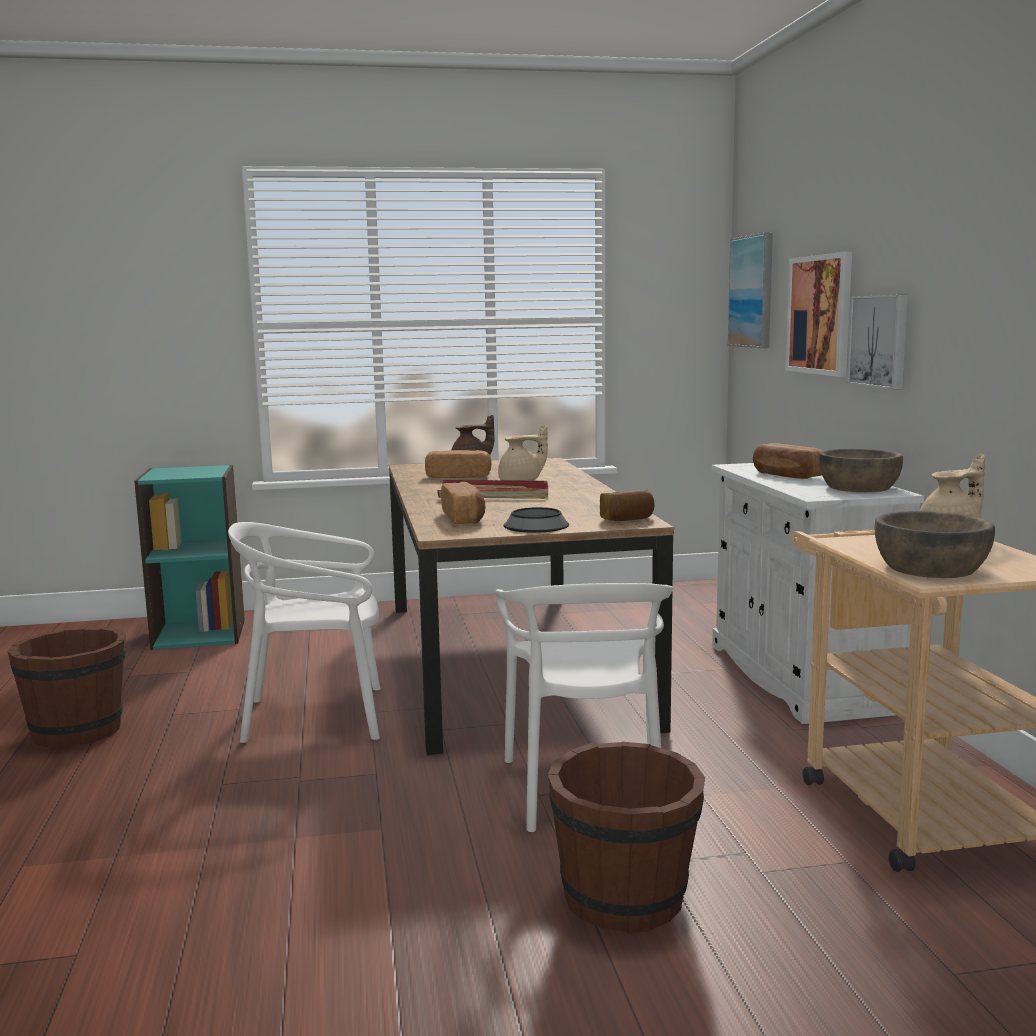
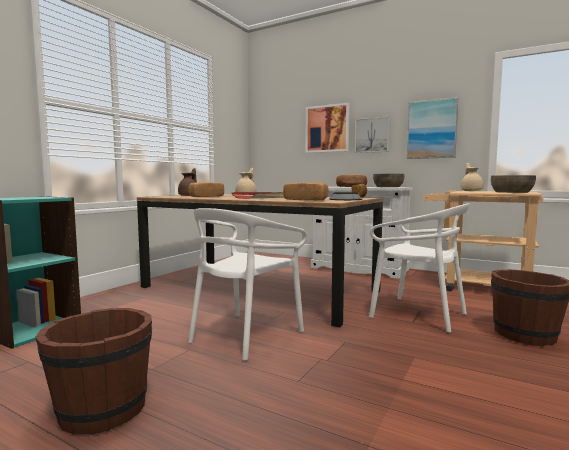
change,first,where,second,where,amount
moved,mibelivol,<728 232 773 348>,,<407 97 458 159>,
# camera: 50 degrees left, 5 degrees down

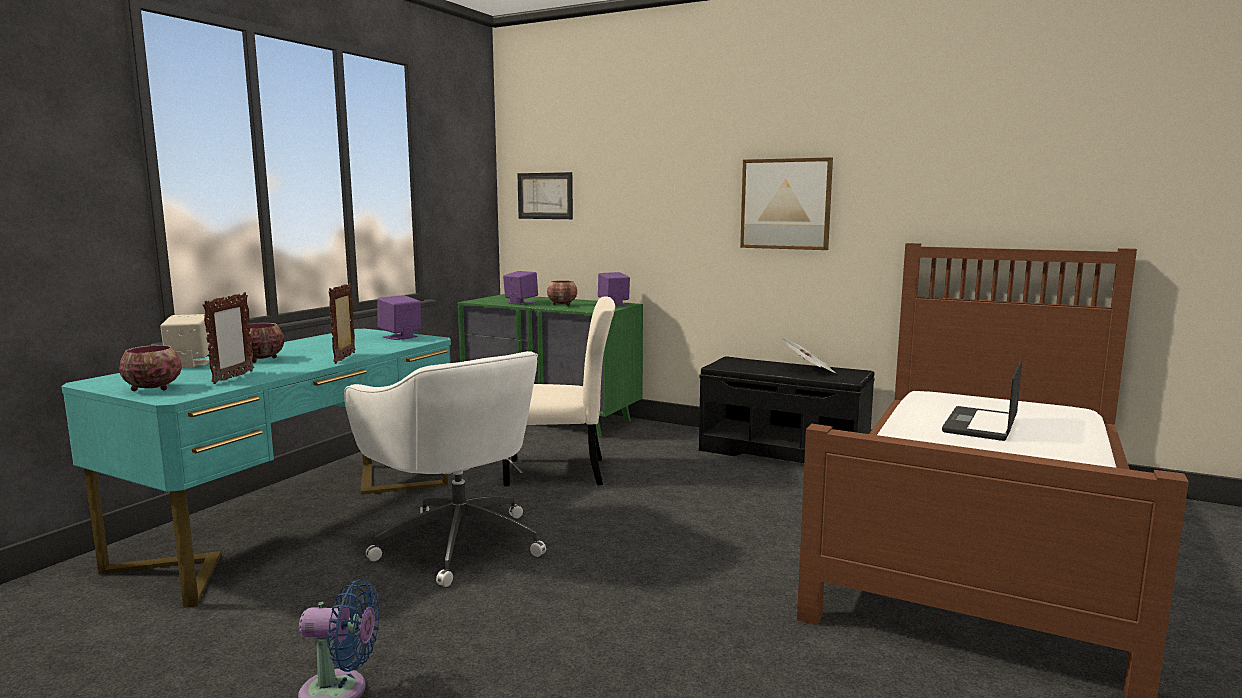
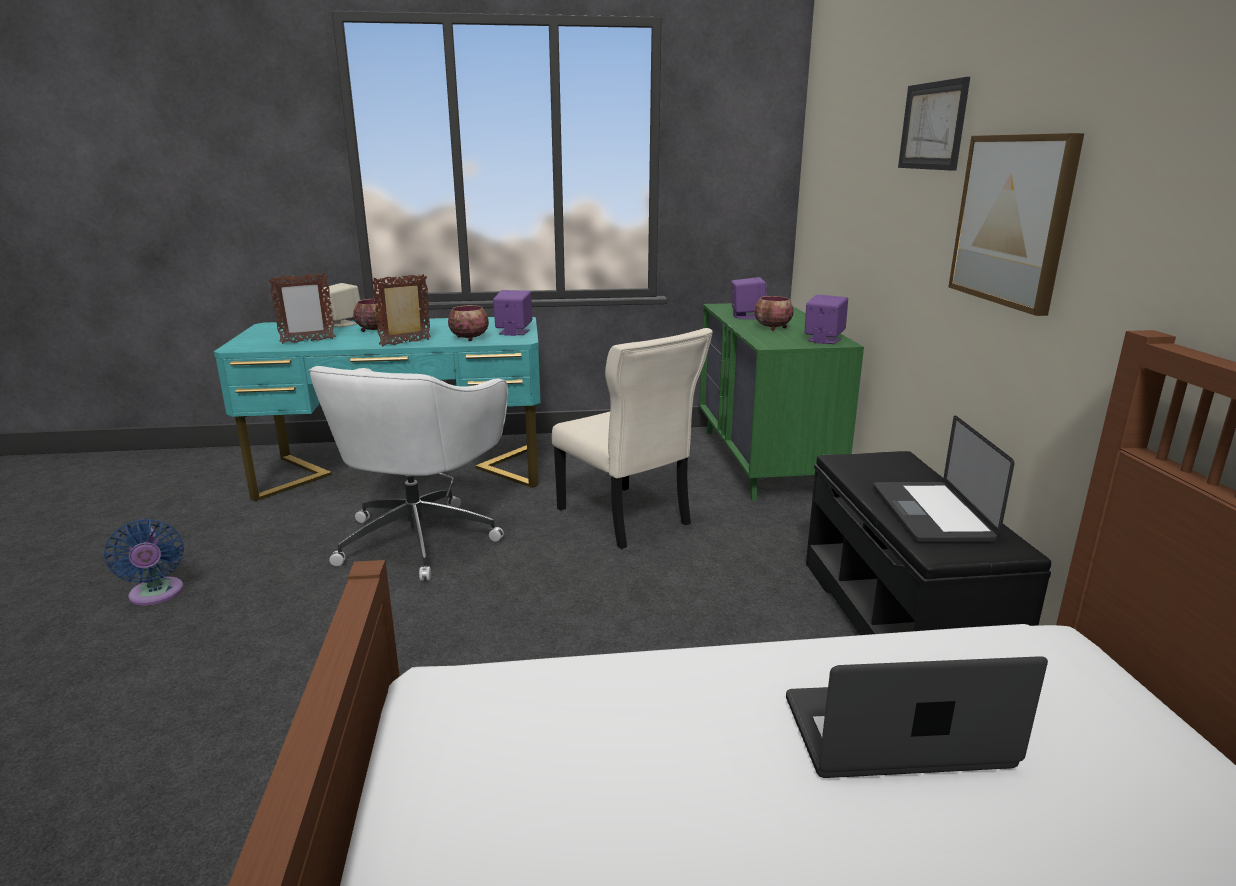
change,first,where,second,where,amount
moved,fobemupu,<119 345 182 391>,,<448 305 489 341>,
moved,mibelivol,<517 172 573 219>,,<898 77 970 171>,
replaced,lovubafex,<780 338 836 373>,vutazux,<873 415 1015 543>,
# camera: 55 degrees right, 10 degrees up

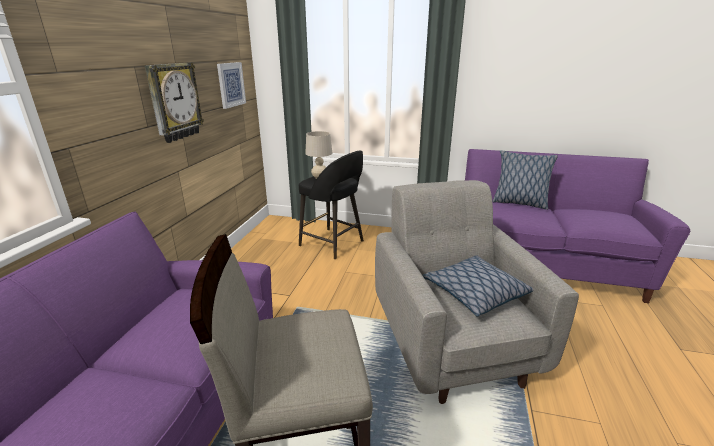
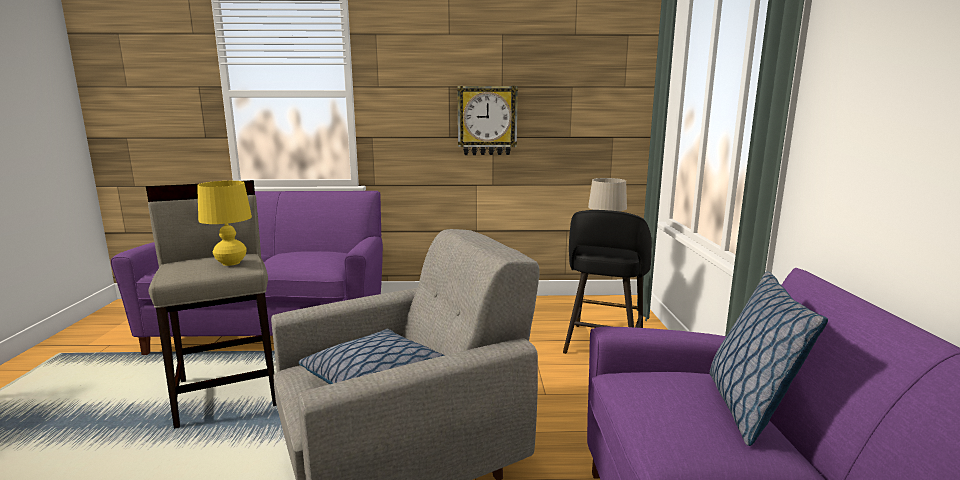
change,first,where,second,where,amount
removed,mibelivol,<217 62 246 109>,,,
added,,,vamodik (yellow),<197 181 252 266>,
# camera: 75 degrees right, 10 degrees down

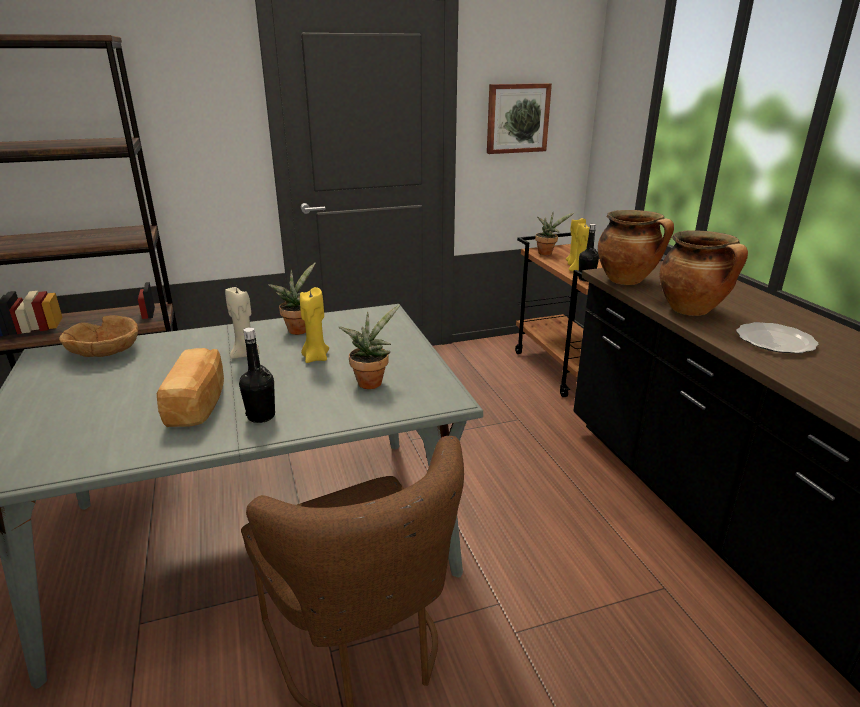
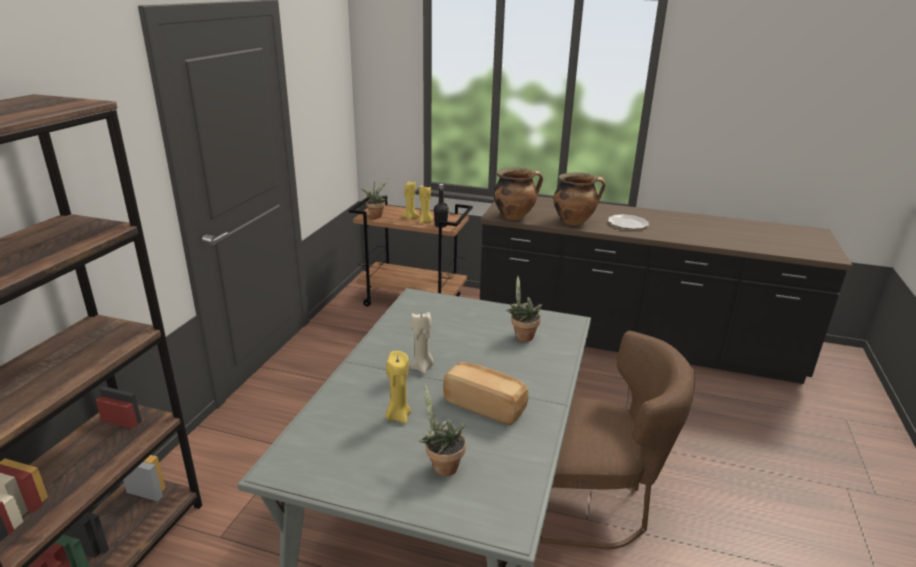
change,first,where,second,where,amount
removed,fobemupu (brown),<59 315 138 357>,,,
removed,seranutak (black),<239 327 275 423>,,,
moved,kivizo,<268 262 316 335>,,<419 384 466 476>,
moved,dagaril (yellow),<300 287 329 363>,,<385 351 411 423>,
removed,mibelivol,<487 83 552 154>,,,
# camera: 55 degrees left, 0 degrees up

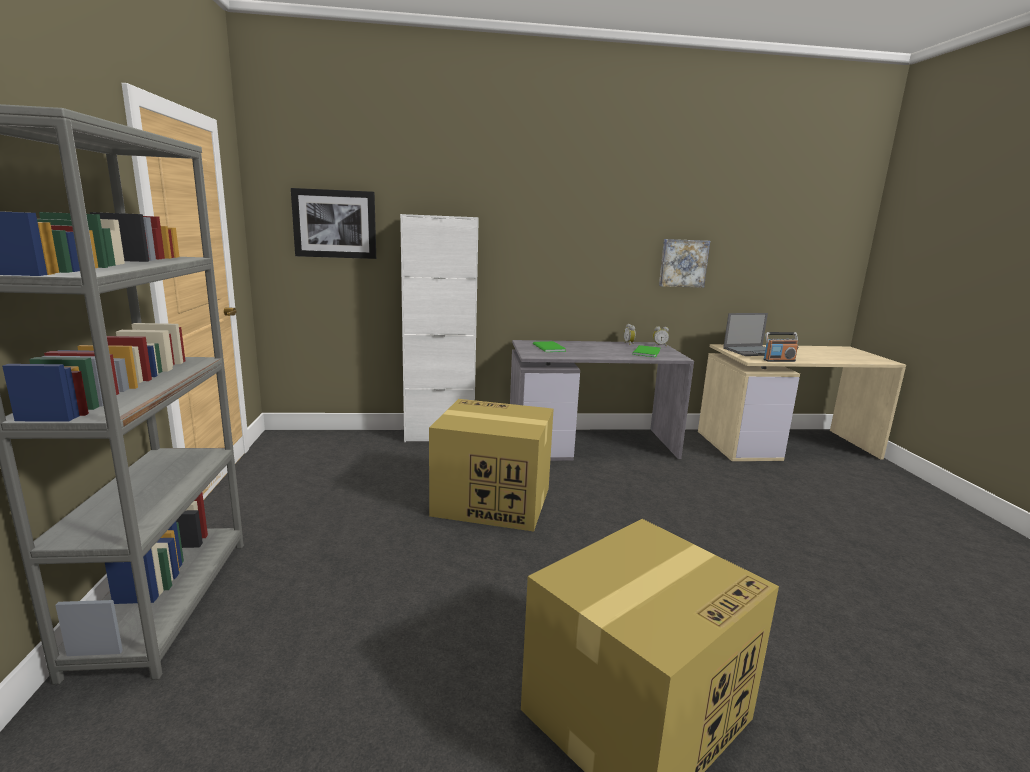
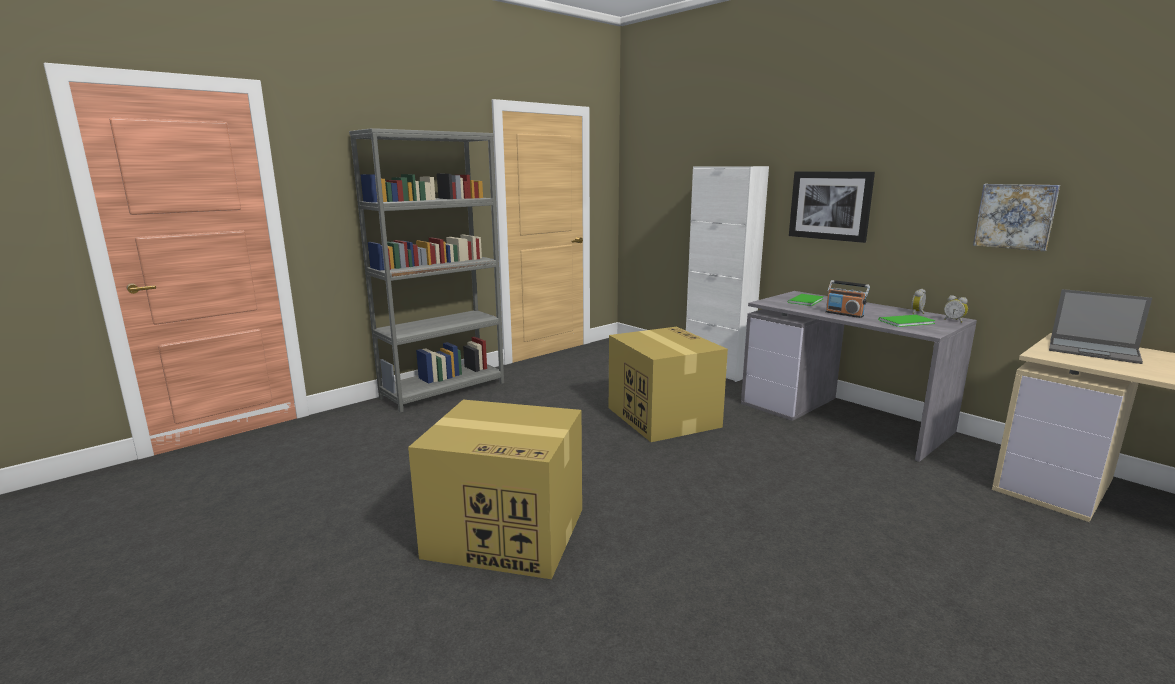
change,first,where,second,where,amount
moved,mibelivol,<291 188 376 259>,,<789 171 875 243>,
moved,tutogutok,<763 332 799 362>,,<825 280 870 318>,
# camera: 55 degrees right, 0 degrees up

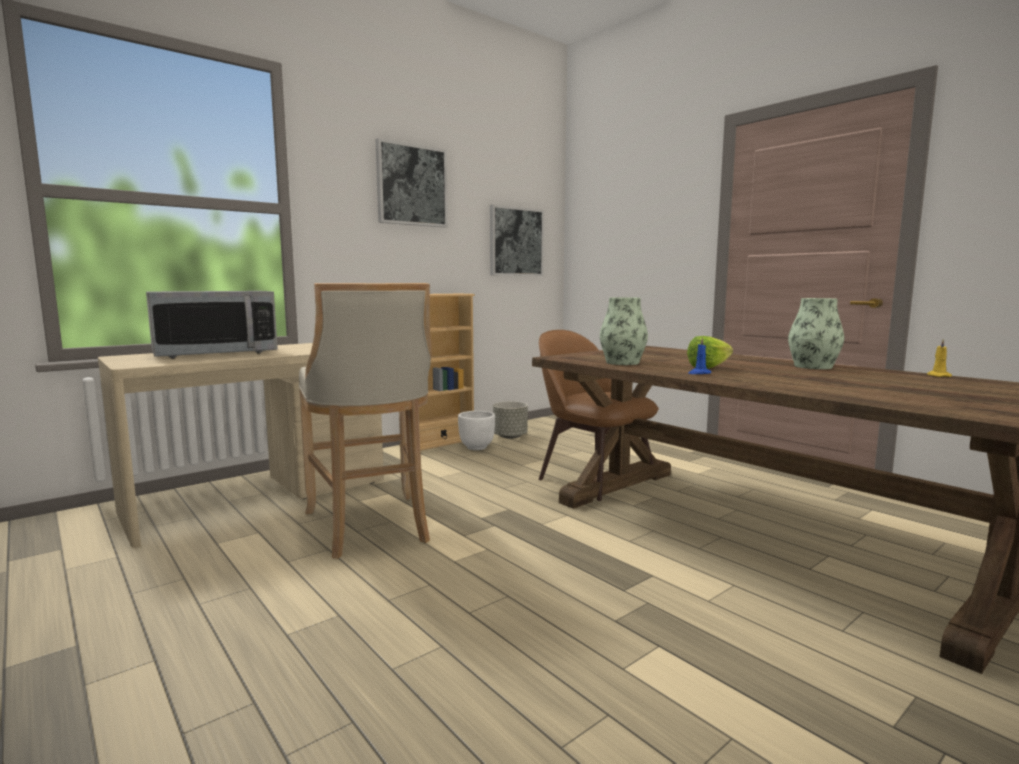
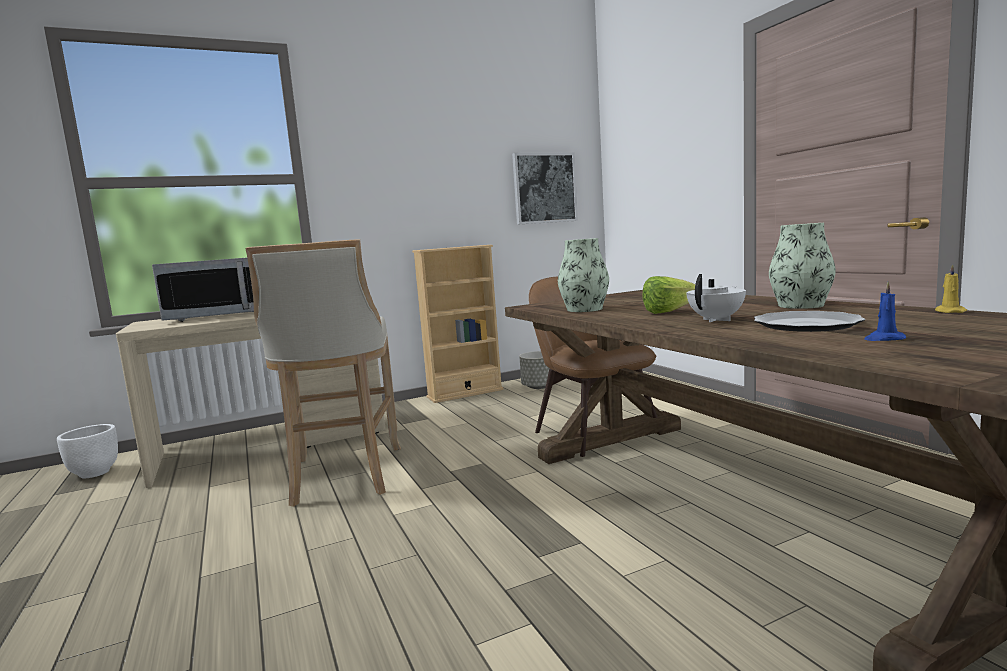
change,first,where,second,where,amount
removed,mibelivol,<375 138 448 227>,,,
moved,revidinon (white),<458 411 495 450>,,<57 424 118 478>,
moved,dagaril (blue),<689 337 711 374>,,<864 281 906 341>,
added,,,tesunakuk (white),<686 274 746 322>,
added,,,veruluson,<754 311 865 332>,
# camera: 15 degrees right, 0 degrees up

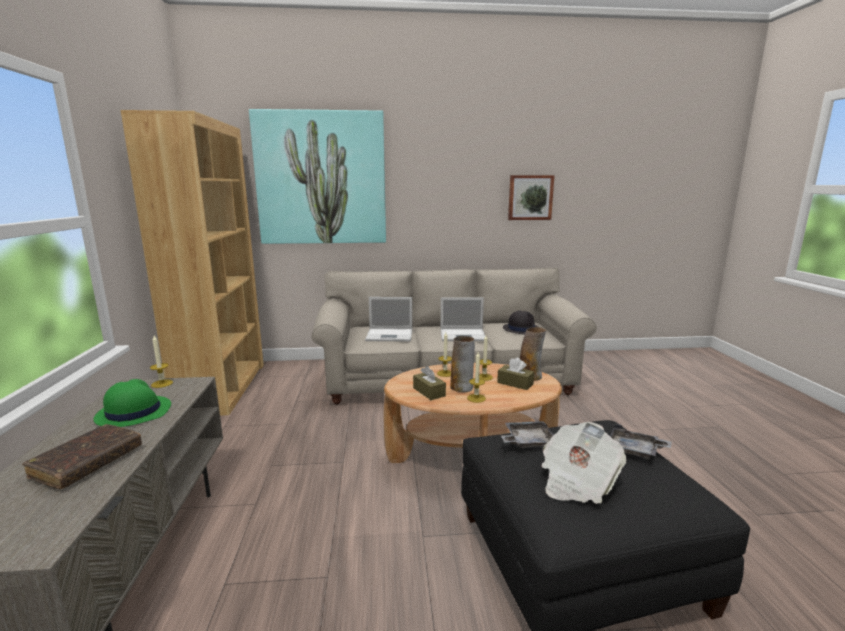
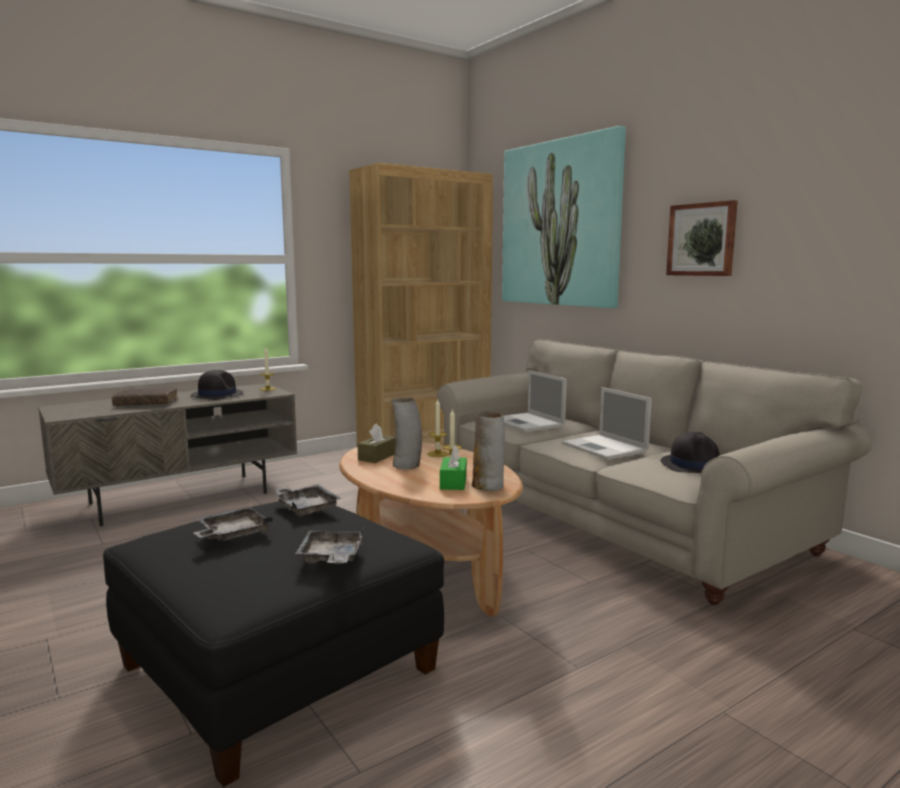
change,first,where,second,where,amount
recoloured,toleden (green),<93 379 171 427>,toleden (black),<191 370 244 400>,
removed,dagaril,<467 352 486 403>,,,
recoloured,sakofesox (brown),<497 358 534 390>,sakofesox (green),<440 445 467 490>,
moved,mibelivol,<508 175 555 220>,,<666 200 738 276>,
replaced,lovubafex,<541 422 626 504>,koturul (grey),<193 507 273 541>,
# camera: 60 degrees right, 5 degrees down

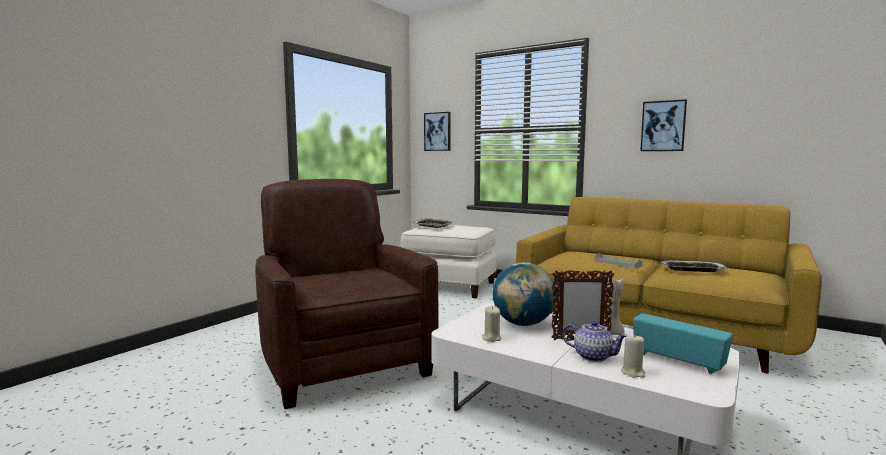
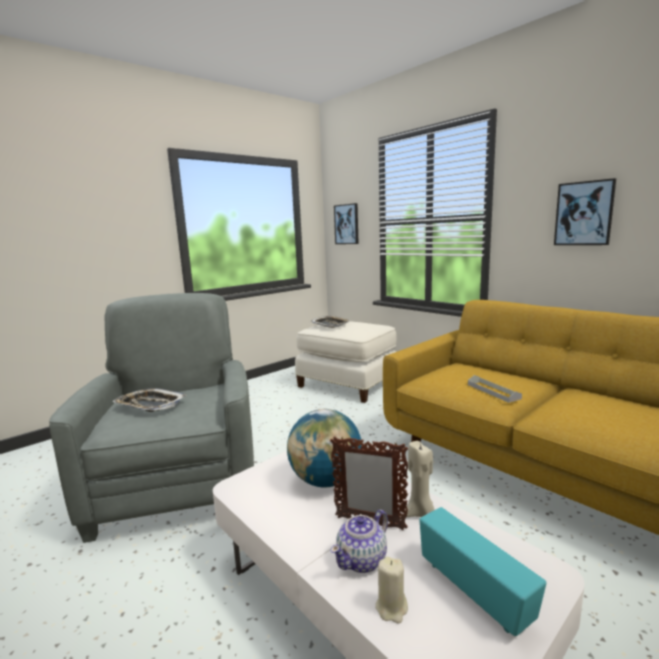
change,first,where,second,where,amount
recoloured,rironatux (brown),<255 179 438 409>,rironatux (grey),<49 293 254 543>,
removed,dagaril (beige),<482 306 501 342>,,,
turned,tesunakuk,<562 321 628 362>,,<331 510 388 573>,90 degrees clockwise
moved,koturul,<661 260 728 272>,,<112 388 186 412>,
# camera: 15 degrees right, 5 degrees up

